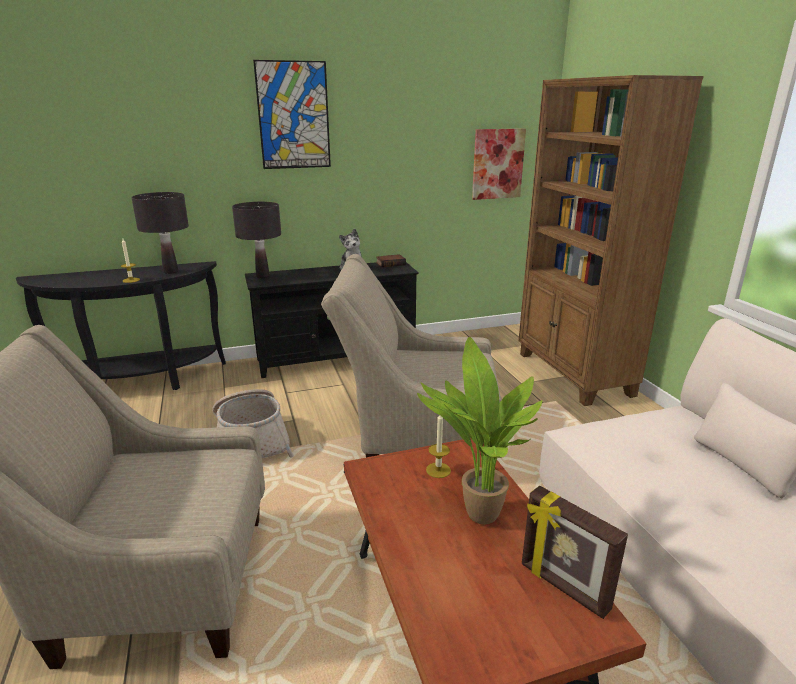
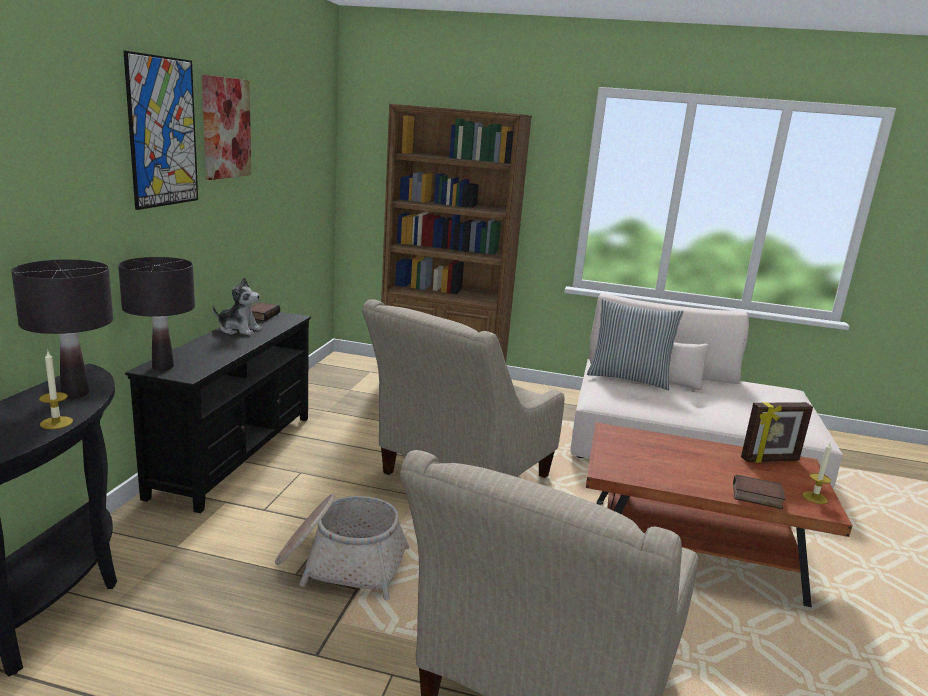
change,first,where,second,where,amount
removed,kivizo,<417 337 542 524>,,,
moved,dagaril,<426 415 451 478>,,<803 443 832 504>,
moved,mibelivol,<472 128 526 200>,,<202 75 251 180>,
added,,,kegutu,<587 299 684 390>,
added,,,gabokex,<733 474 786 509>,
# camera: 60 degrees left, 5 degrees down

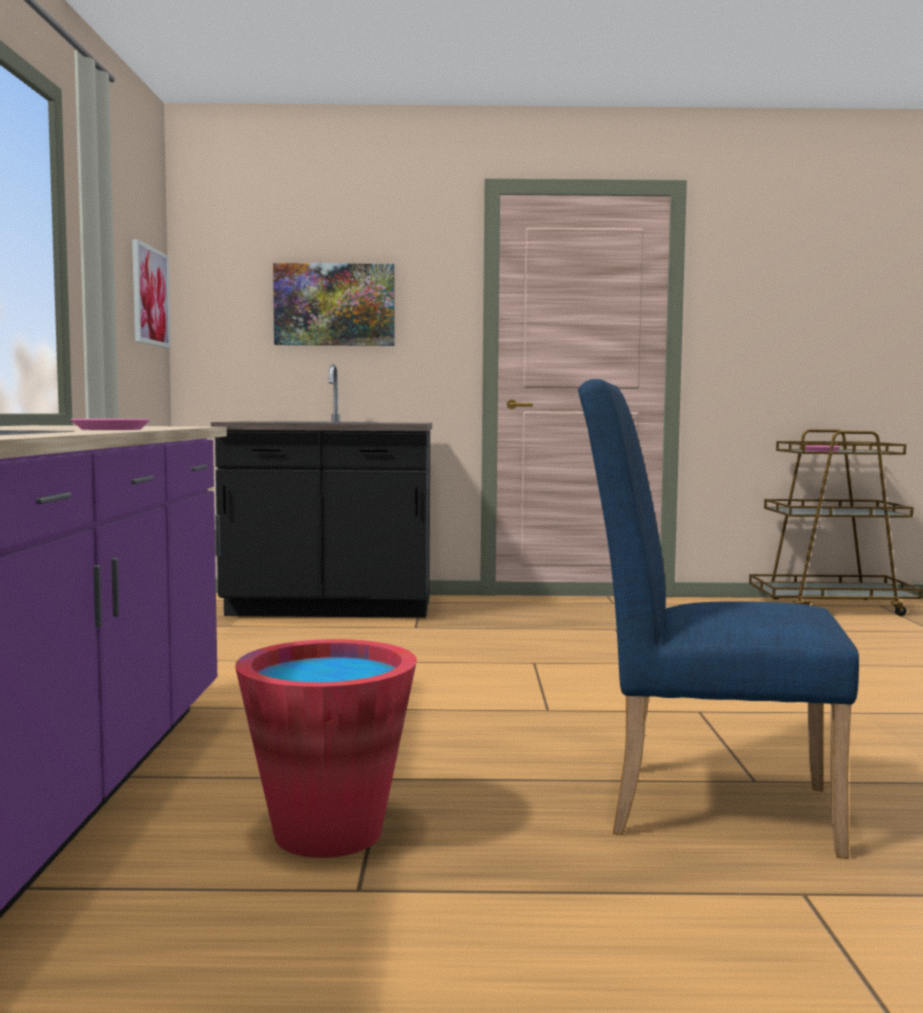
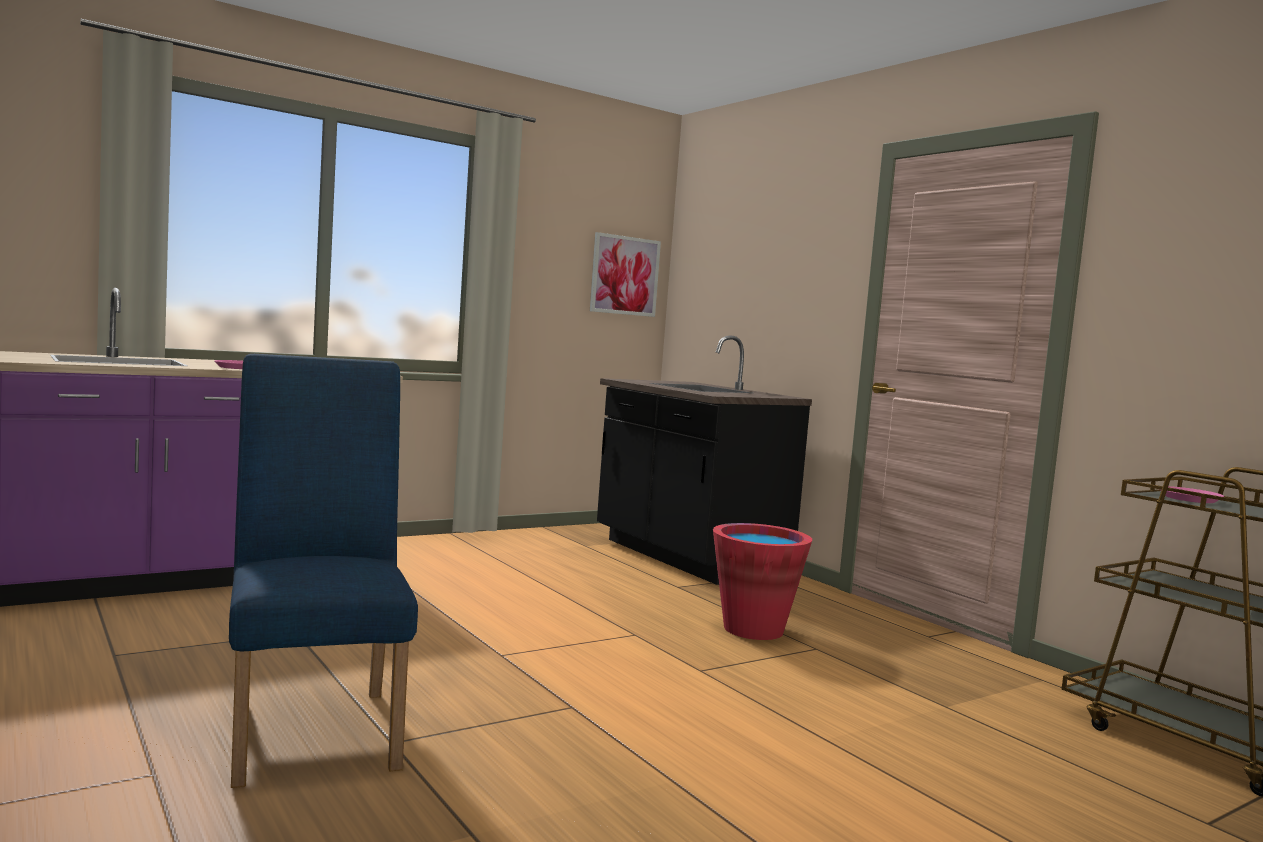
change,first,where,second,where,amount
moved,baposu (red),<235 639 417 858>,,<713 523 812 640>,
removed,mibelivol,<273 263 395 346>,,,
# camera: 55 degrees right, 0 degrees up

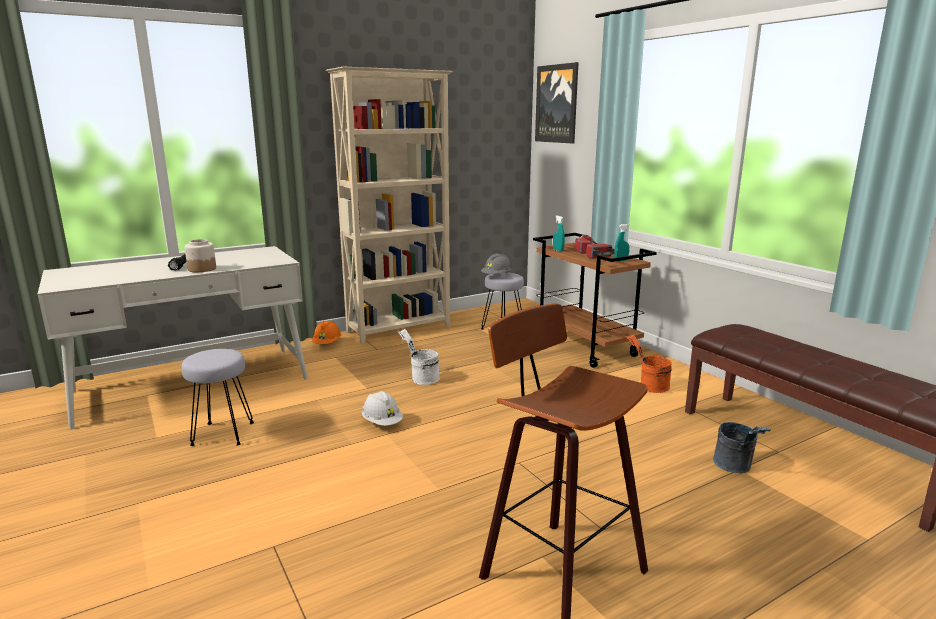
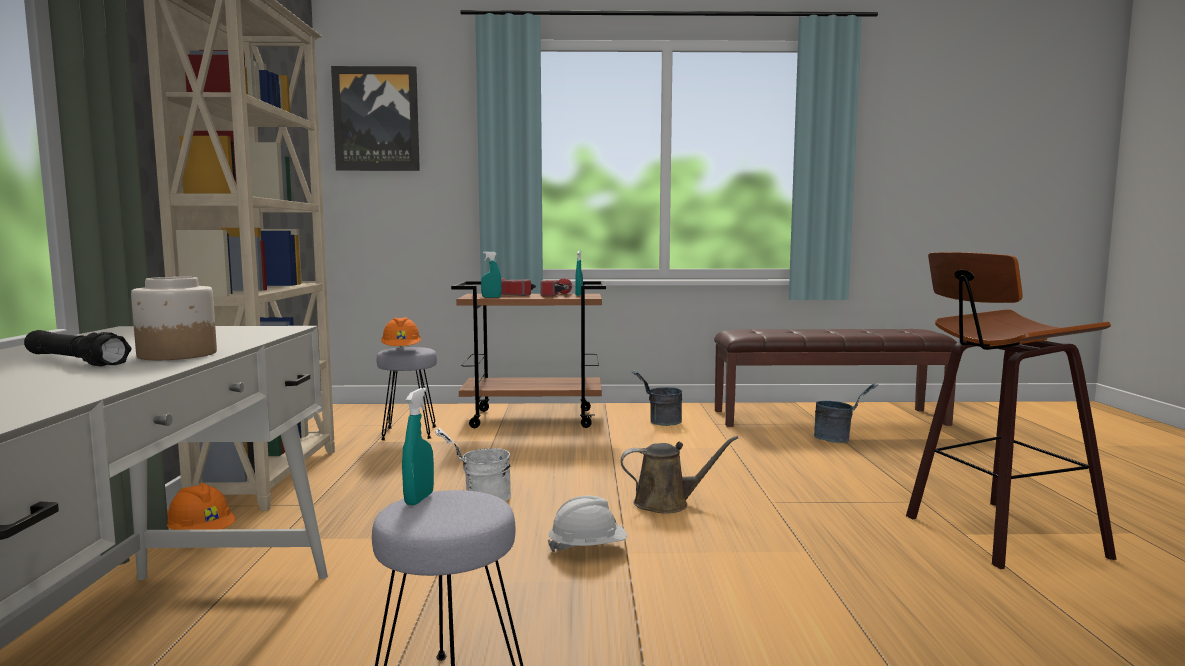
change,first,where,second,where,amount
recoloured,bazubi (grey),<481 253 512 274>,bazubi (orange),<381 317 422 348>,
recoloured,baposu (orange),<627 335 672 393>,baposu (grey),<632 370 682 426>,
added,,,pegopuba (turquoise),<402 388 434 505>,
added,,,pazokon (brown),<621 436 738 514>,
# camera: 60 degrees left, 10 degrees down

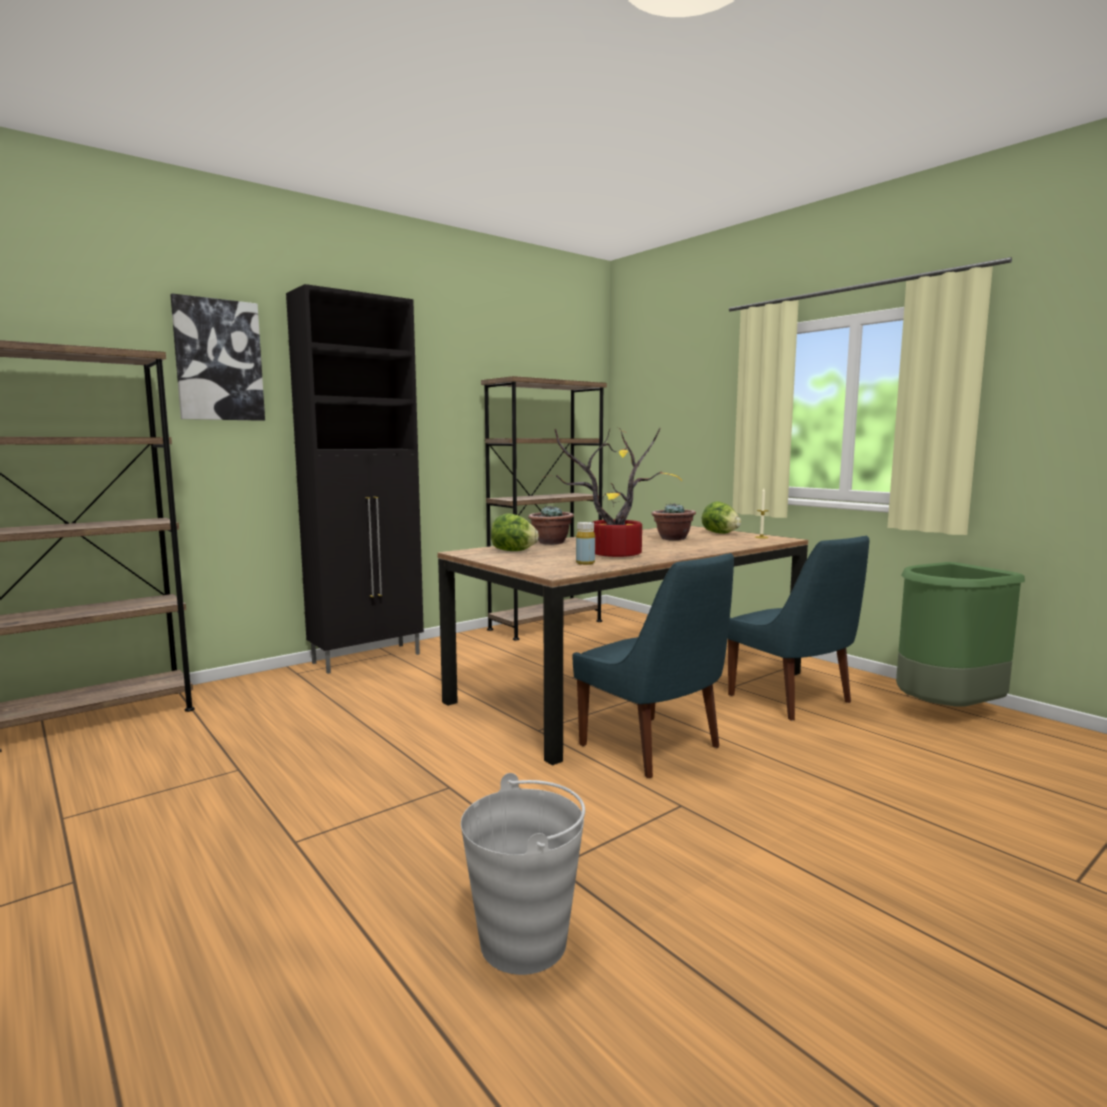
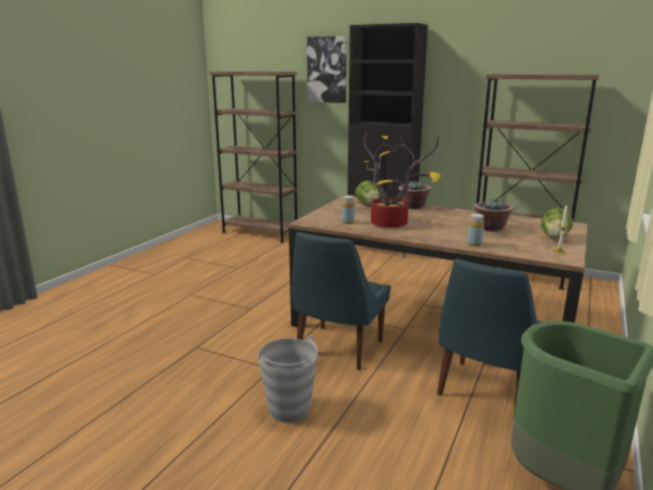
change,first,where,second,where,amount
moved,baposu (grey),<461 773 585 975>,,<258 335 318 423>,
added,,,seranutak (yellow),<467 214 484 246>,
# camera: 65 degrees right, 10 degrees up

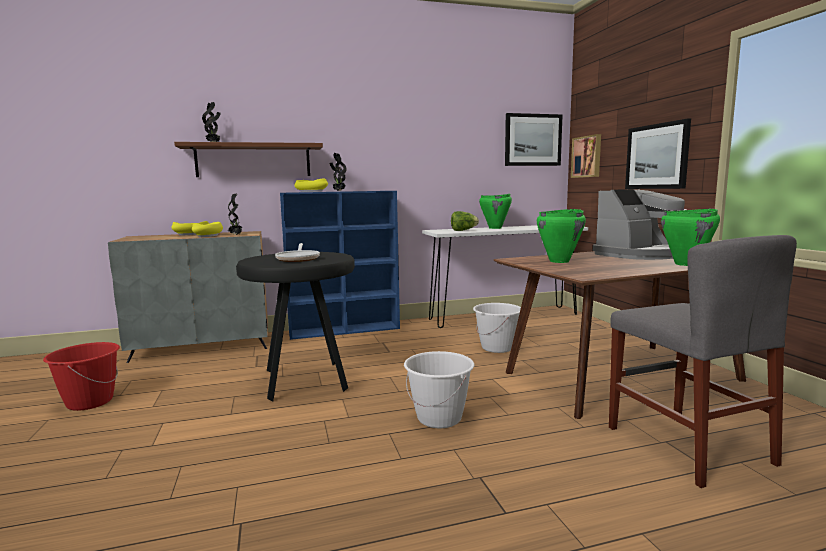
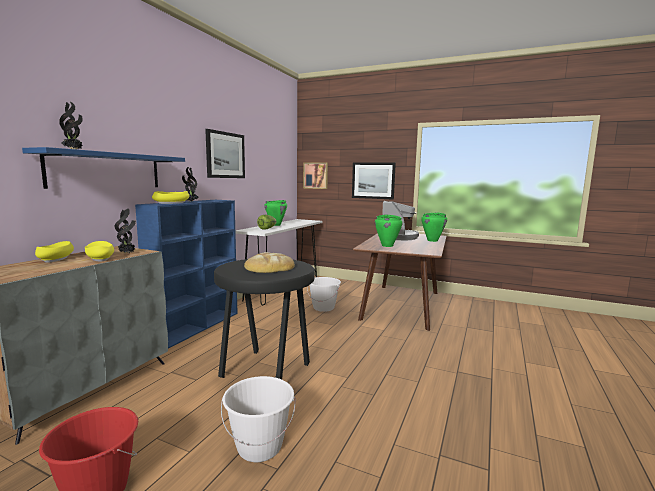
change,first,where,second,where,amount
recoloured,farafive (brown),<174 142 323 177>,farafive (blue),<22 147 185 189>,
replaced,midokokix,<275 243 320 262>,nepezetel,<244 252 295 273>,
moved,baposu (white),<404 351 474 428>,,<221 376 296 462>,
moved,mibelivol,<505 113 563 166>,,<205 129 245 178>,
removed,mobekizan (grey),<609 235 797 488>,,,
# camera: 50 degrees left, 0 degrees up

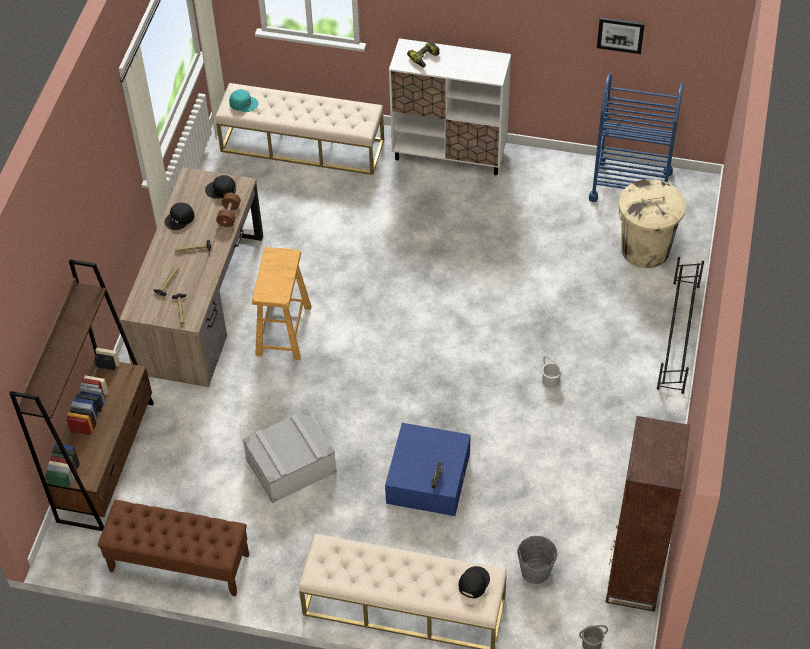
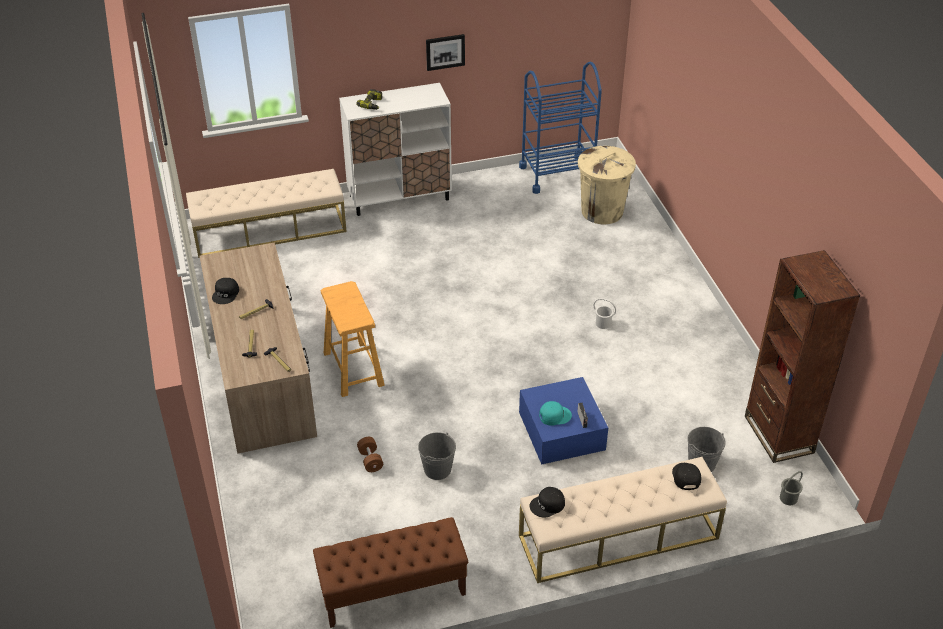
change,first,where,second,where,amount
removed,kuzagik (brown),<9 259 154 531>,,,
moved,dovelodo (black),<205 175 236 198>,,<530 487 565 518>,
moved,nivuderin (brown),<216 193 241 227>,,<357 437 383 472>,
moved,dovelodo (turquoise),<229 89 258 112>,,<539 401 572 426>,
replaced,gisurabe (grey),<243 409 337 503>,baposu (grey),<418 432 456 480>,
moved,mibelivol,<597 17 645 54>,,<426 34 465 71>,
removed,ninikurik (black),<657 257 704 394>,,,
# camera: 30 degrees left, 10 degrees down

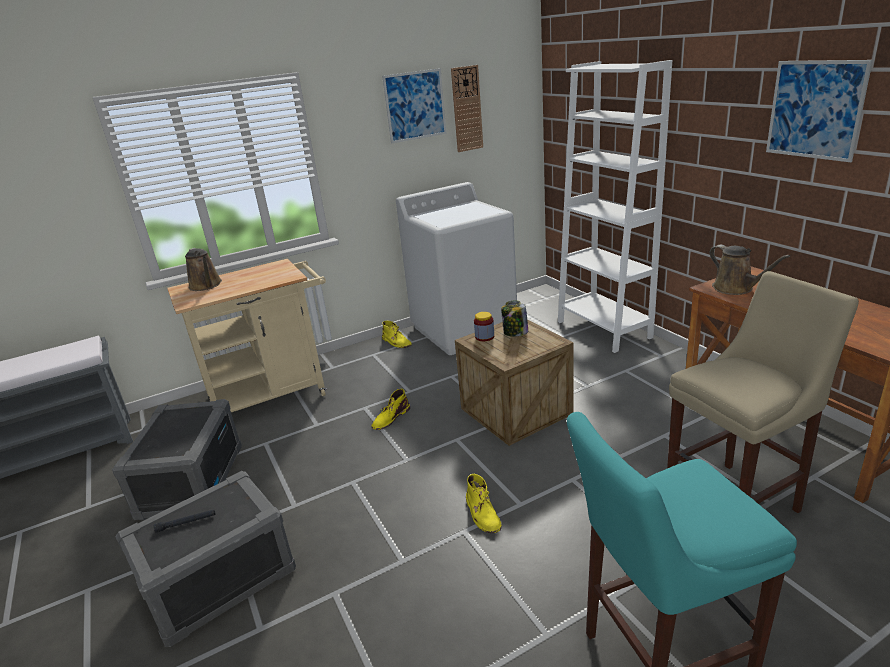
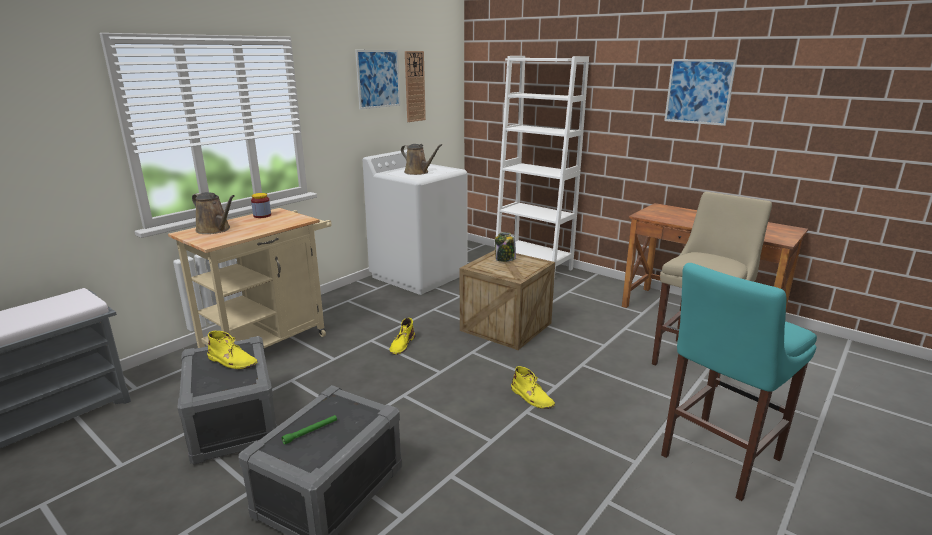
change,first,where,second,where,amount
recoloured,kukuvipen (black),<154 509 215 532>,kukuvipen (green),<282 415 337 444>,
moved,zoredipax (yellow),<382 321 412 348>,,<207 331 258 369>,
moved,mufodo,<474 312 494 341>,,<251 193 271 218>,
moved,pazokon (brown),<709 245 790 295>,,<401 144 443 175>,
# camera: 25 degrees left, 5 degrees down

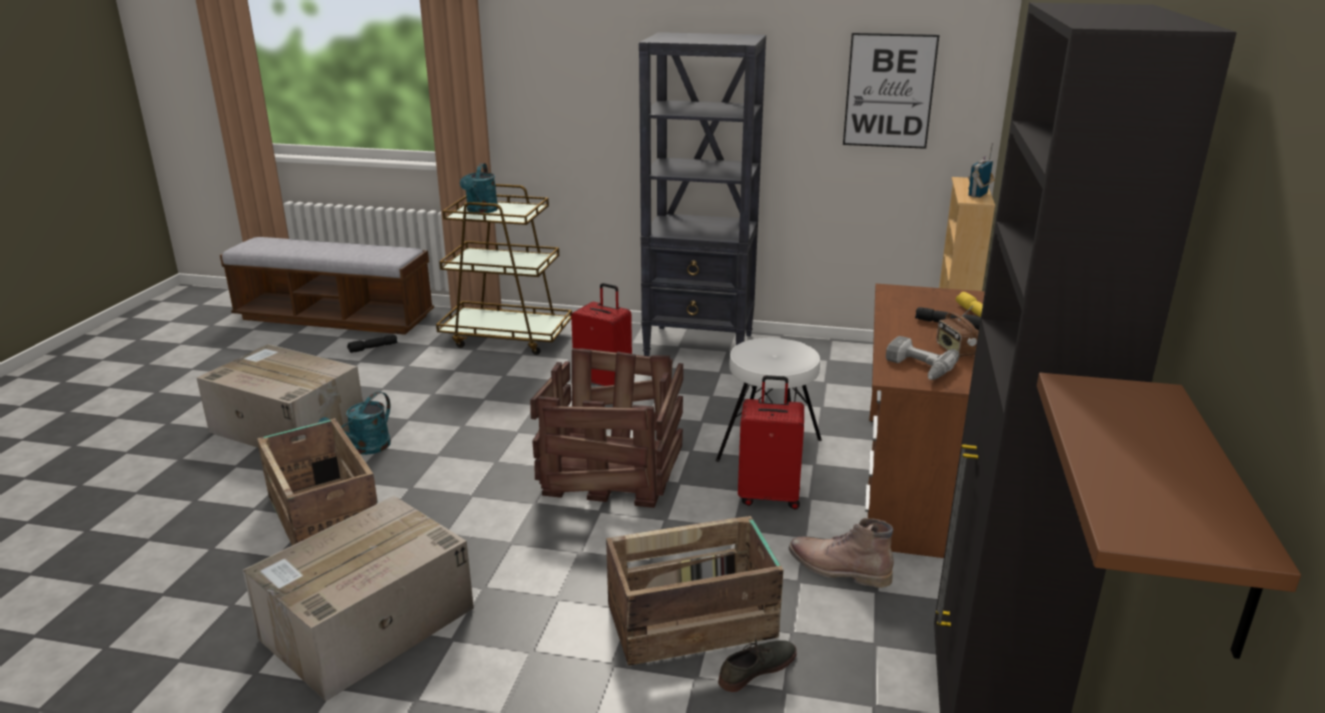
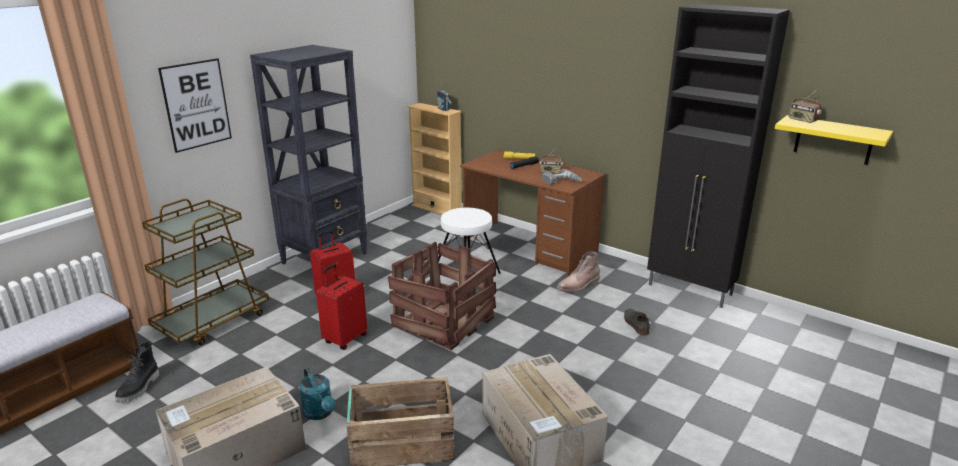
change,first,where,second,where,amount
replaced,kukuvipen (black),<347 335 398 353>,zoredipax (black),<115 341 159 403>,
removed,pazokon (turquoise),<460 163 498 213>,,,
removed,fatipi,<606 516 784 666>,,,
moved,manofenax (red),<738 375 804 509>,,<316 264 367 350>,
moved,mibelivol,<843 33 939 149>,,<158 58 232 153>,
recoloured,farafive (brown),<1037 373 1301 659>,farafive (yellow),<774 115 893 165>,
added,,,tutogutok,<789 91 822 123>,
# camera: 65 degrees left, 0 degrees up

